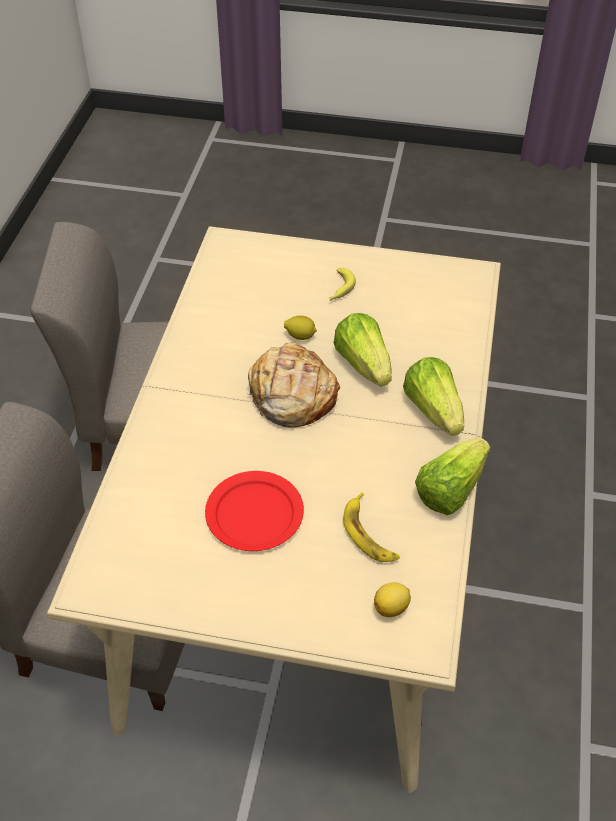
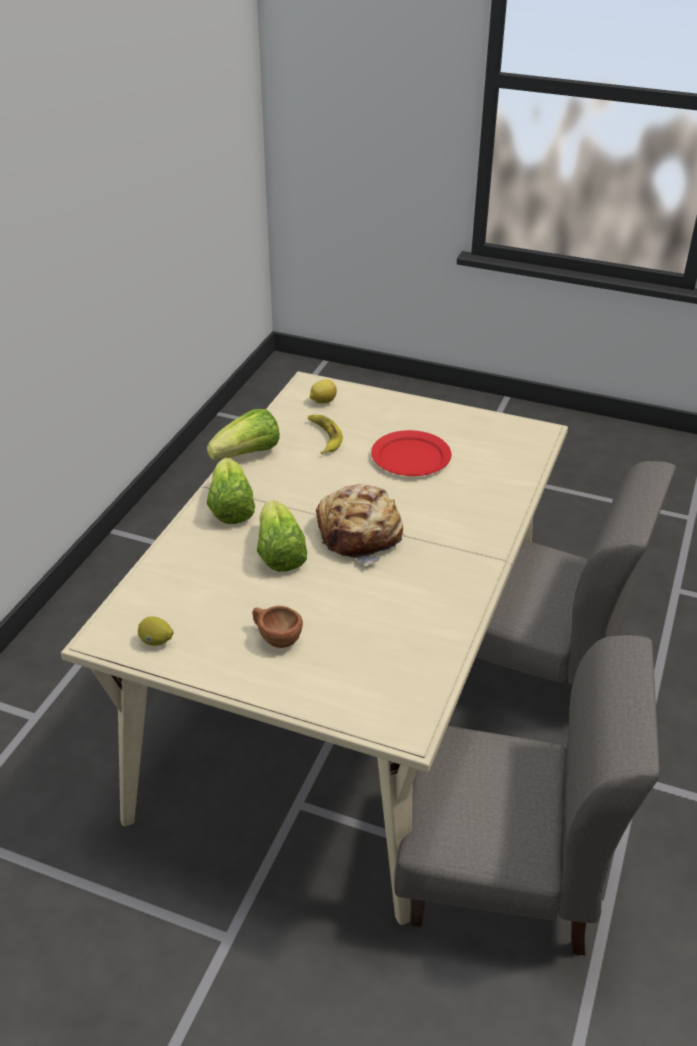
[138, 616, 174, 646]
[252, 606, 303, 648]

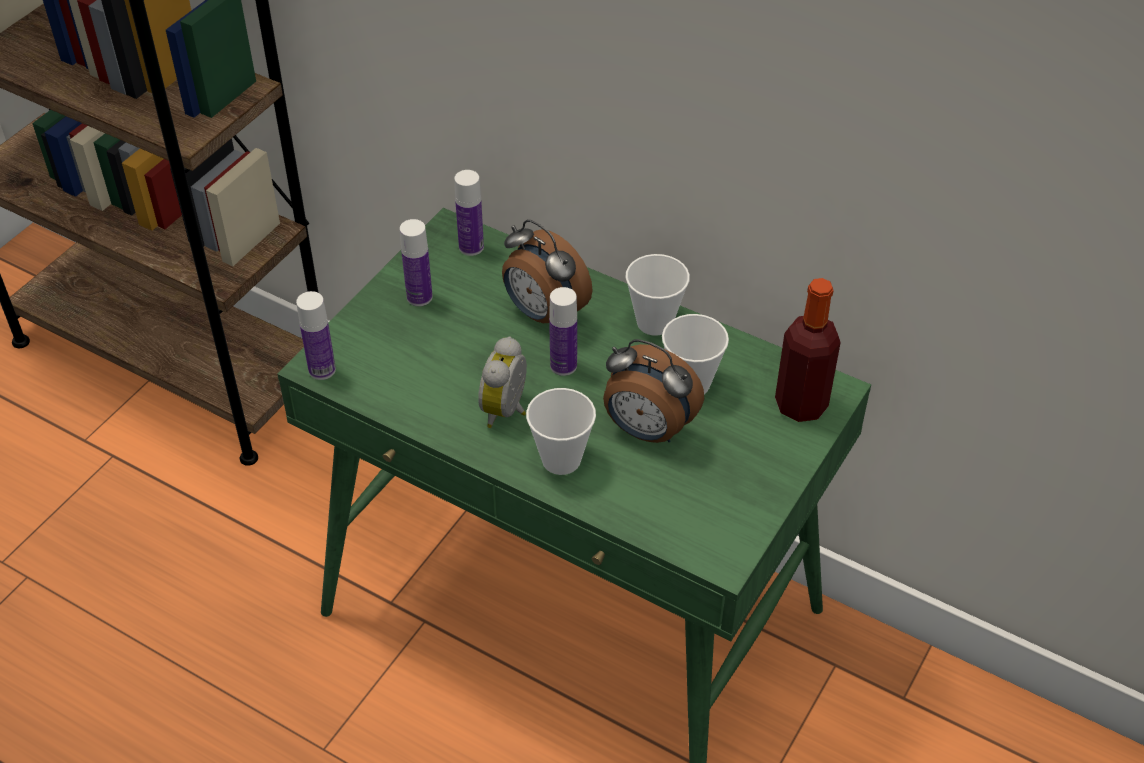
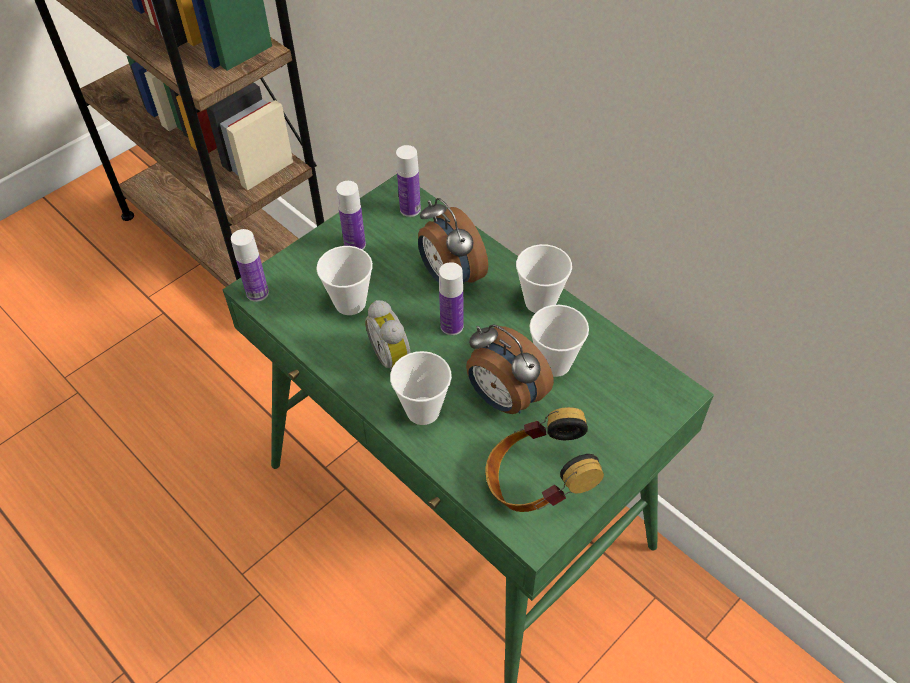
[316, 246, 373, 315]
[365, 300, 411, 370]
[485, 407, 604, 512]
[775, 278, 841, 422] (first image)

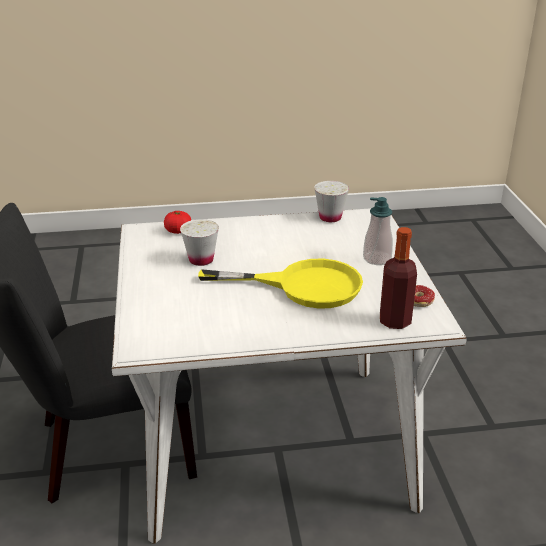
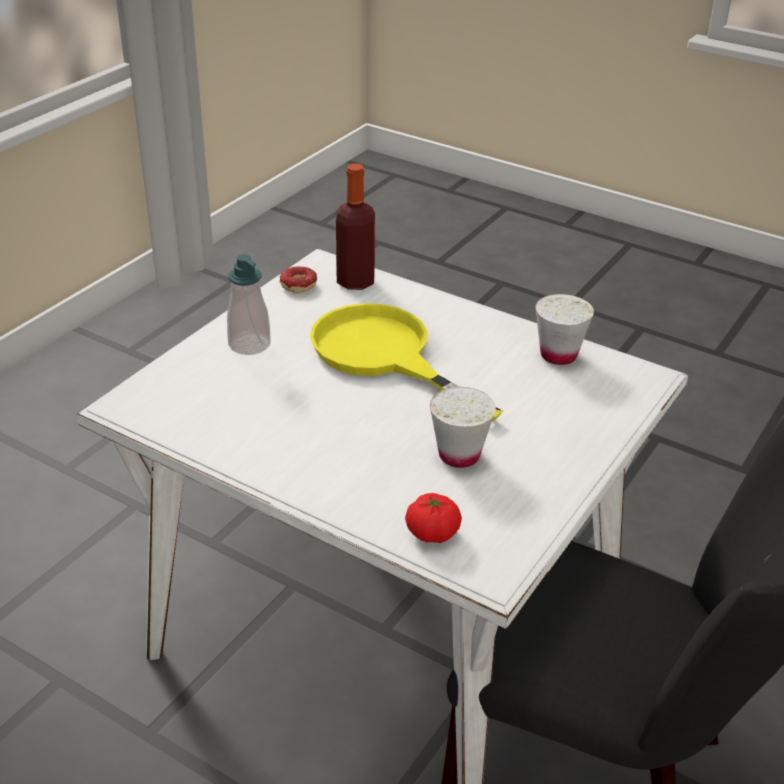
[535, 294, 594, 365]

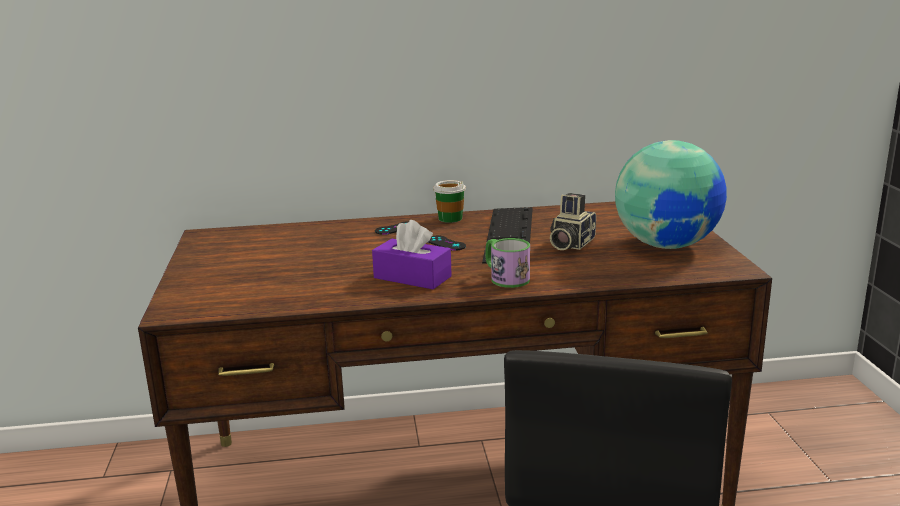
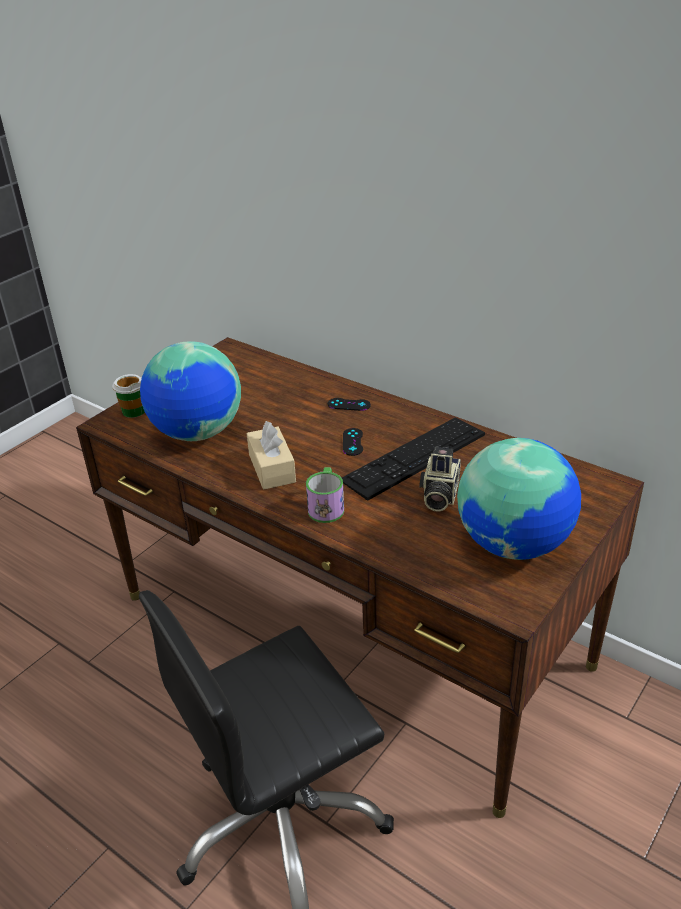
[112, 374, 145, 418]
[140, 341, 241, 441]
[247, 421, 296, 490]
[419, 446, 461, 512]

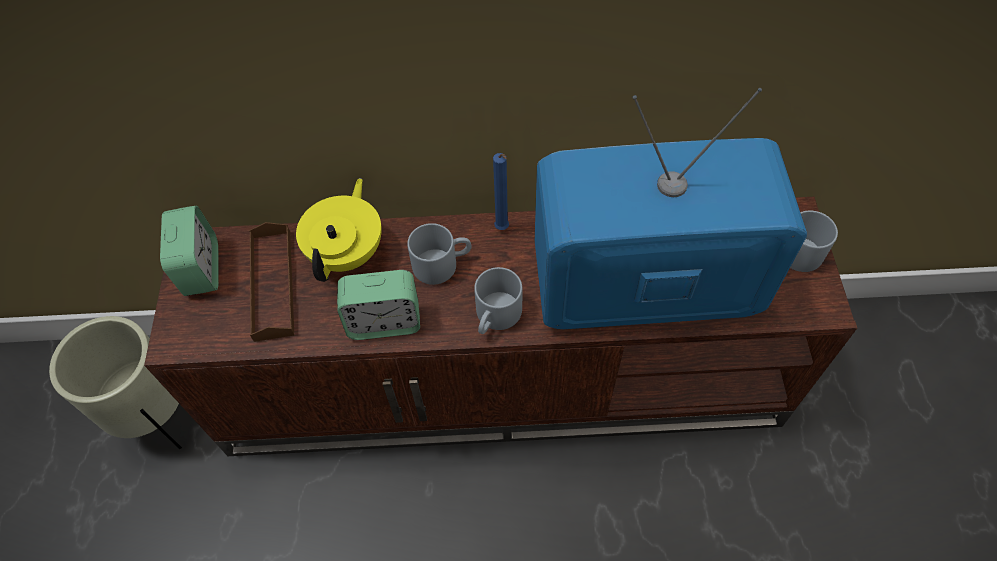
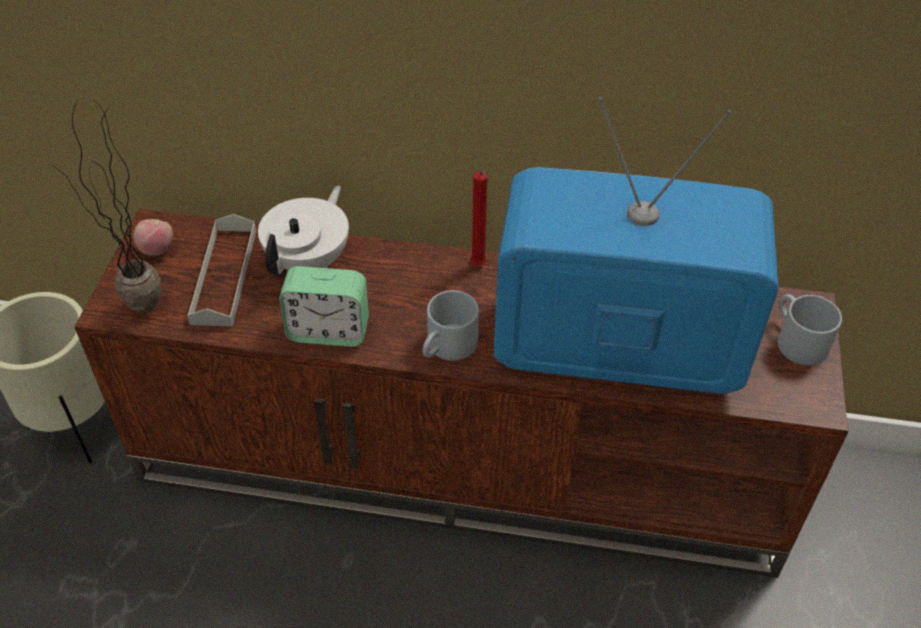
[55, 99, 161, 314]
[133, 219, 173, 256]
[187, 214, 256, 327]
[258, 186, 349, 277]
[470, 171, 488, 266]
[407, 223, 472, 285] (first image)

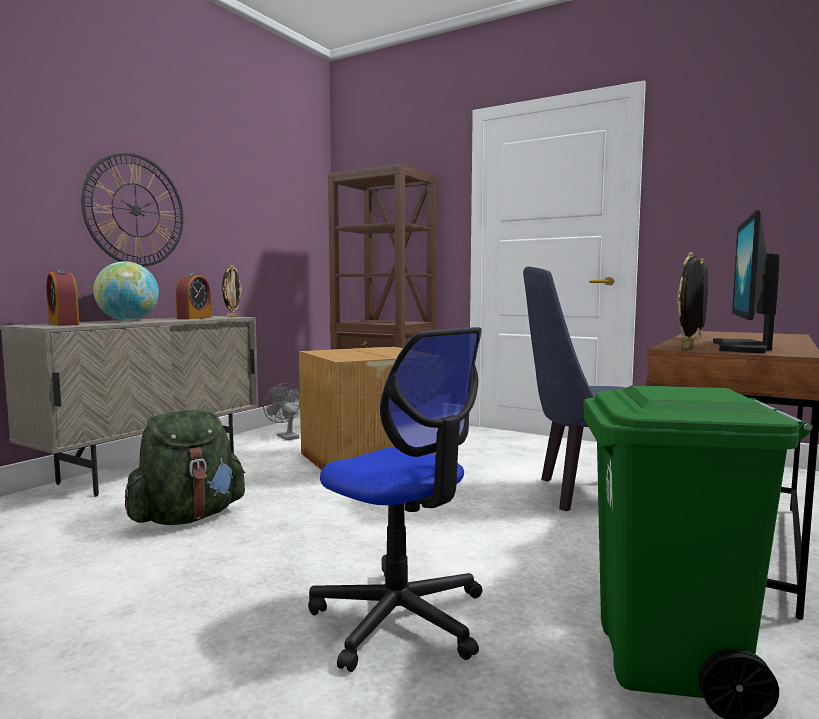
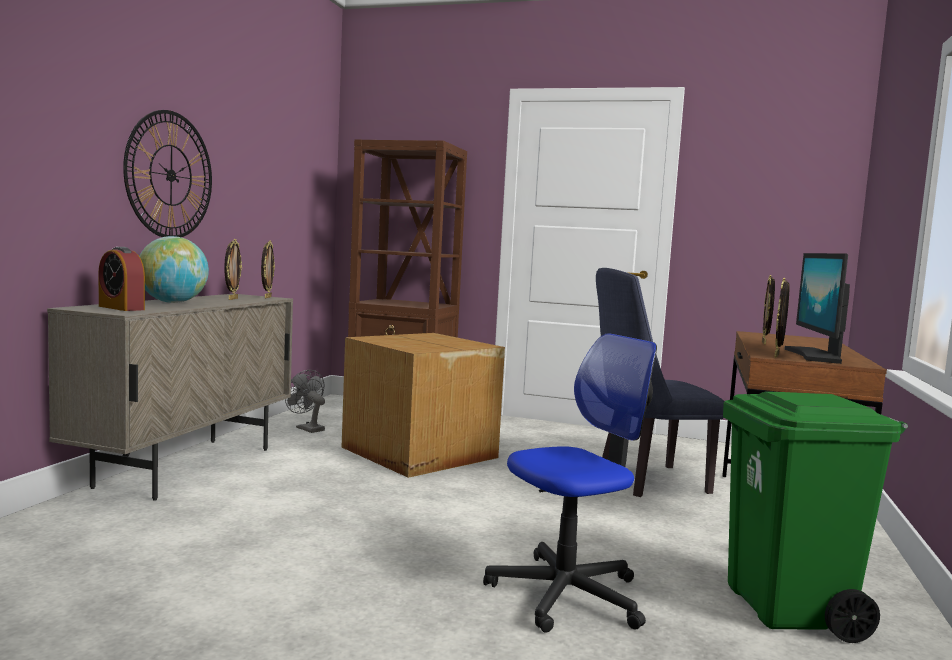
[224, 239, 242, 300]
[483, 333, 657, 633]
[125, 410, 245, 525] (first image)

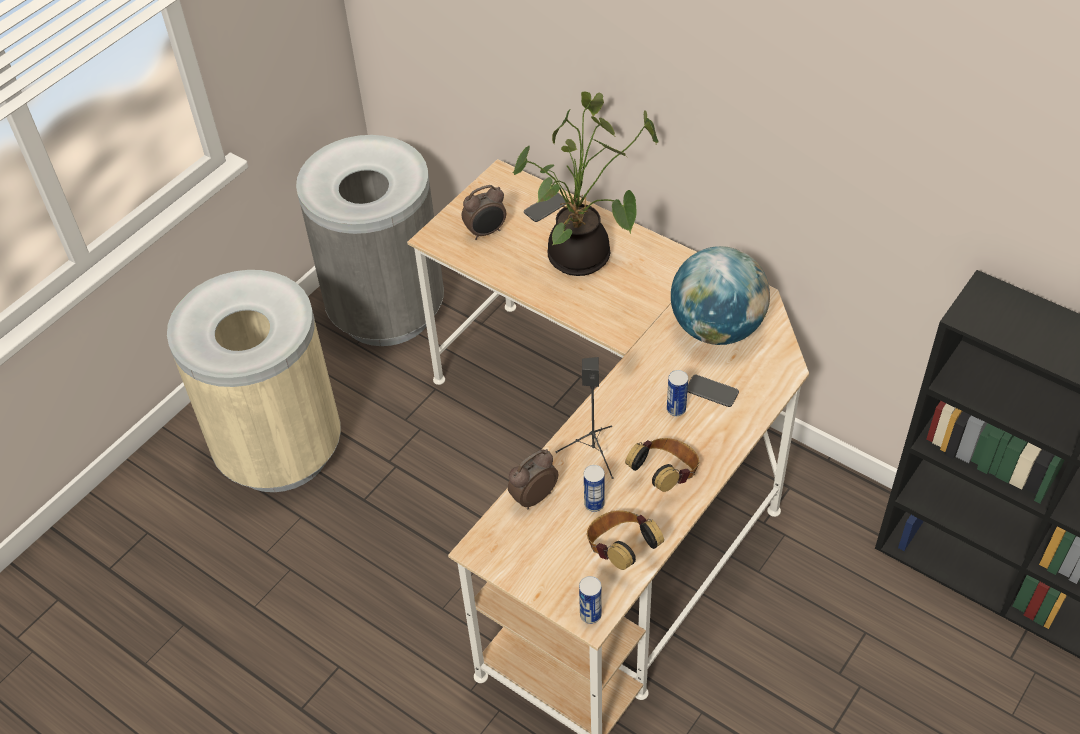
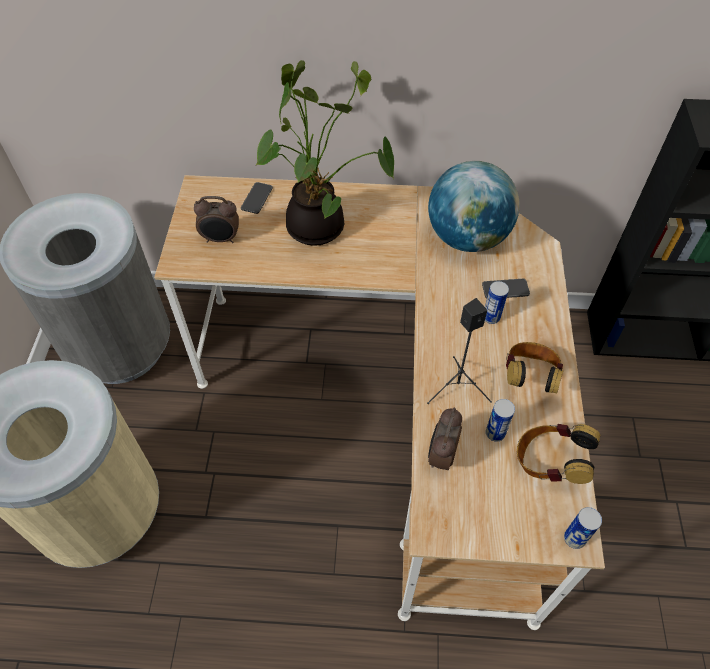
[194, 196, 239, 243]

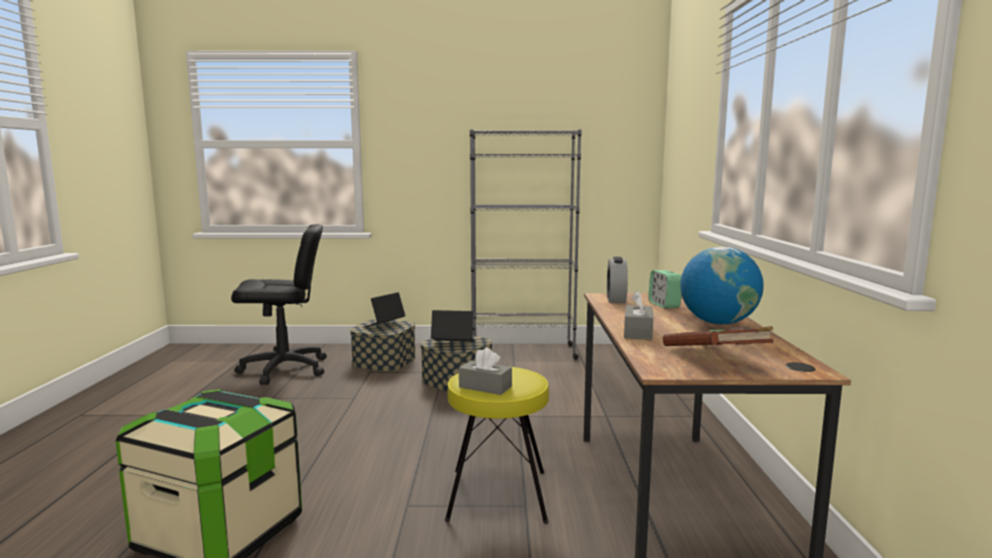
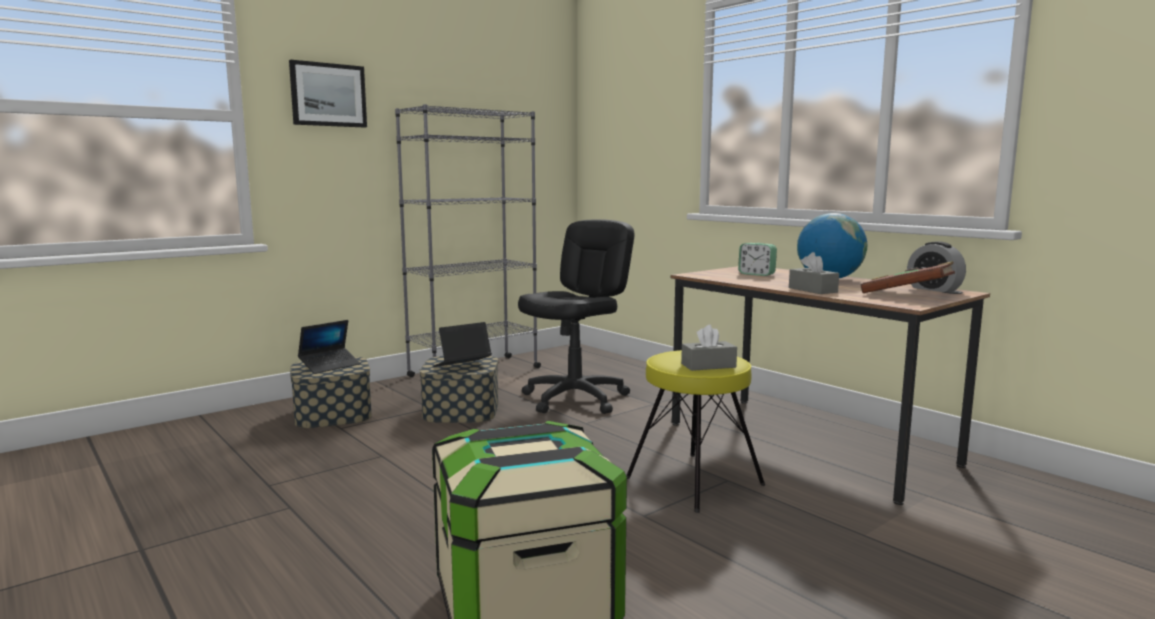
[289, 60, 367, 128]
[298, 320, 360, 374]
[518, 219, 634, 414]
[907, 241, 966, 292]

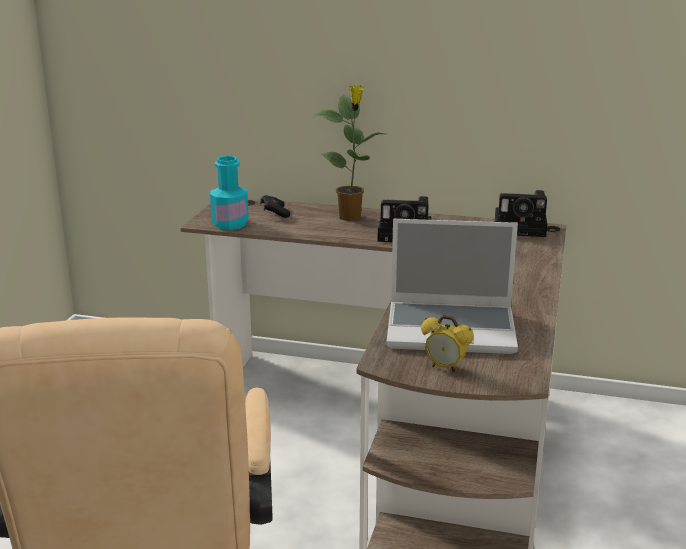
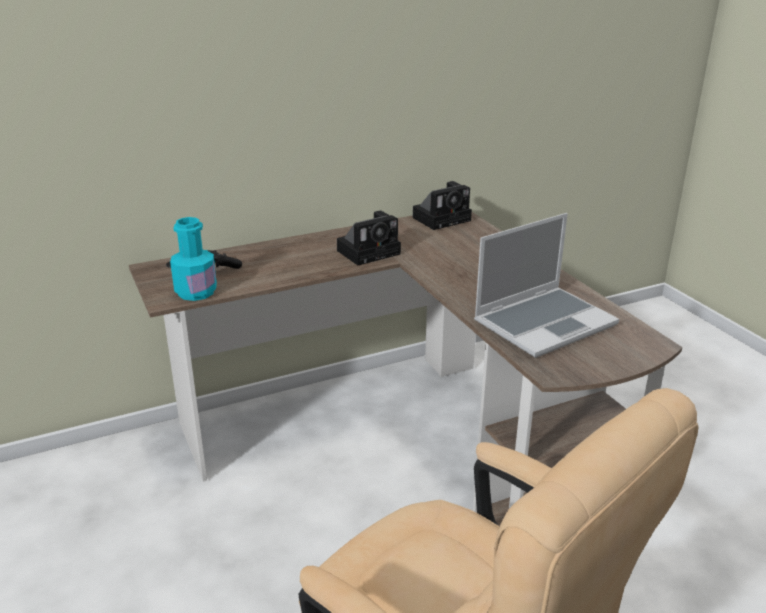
[313, 85, 384, 221] (first image)
[421, 315, 474, 373] (first image)

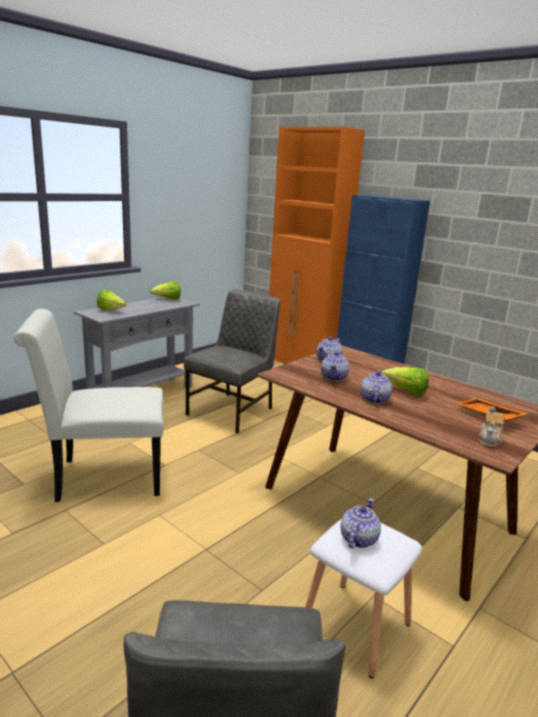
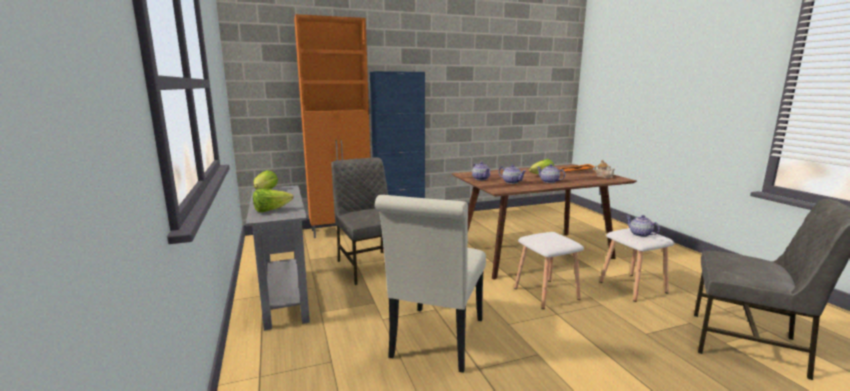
[514, 232, 584, 309]

